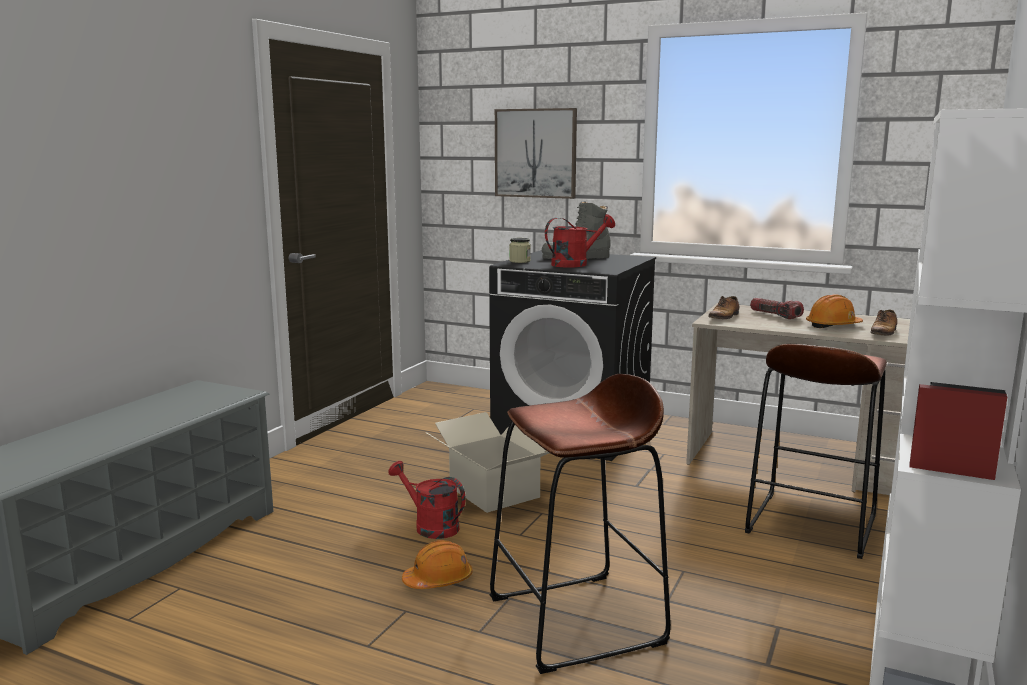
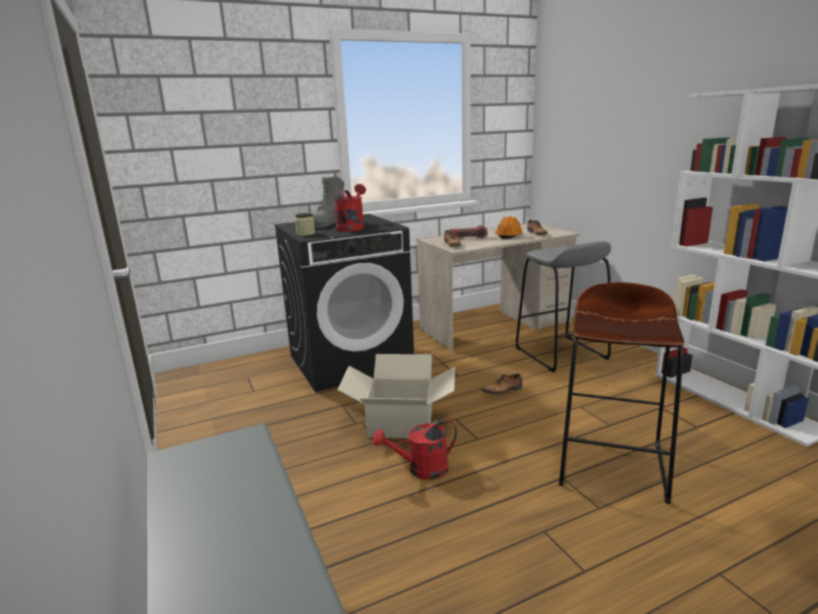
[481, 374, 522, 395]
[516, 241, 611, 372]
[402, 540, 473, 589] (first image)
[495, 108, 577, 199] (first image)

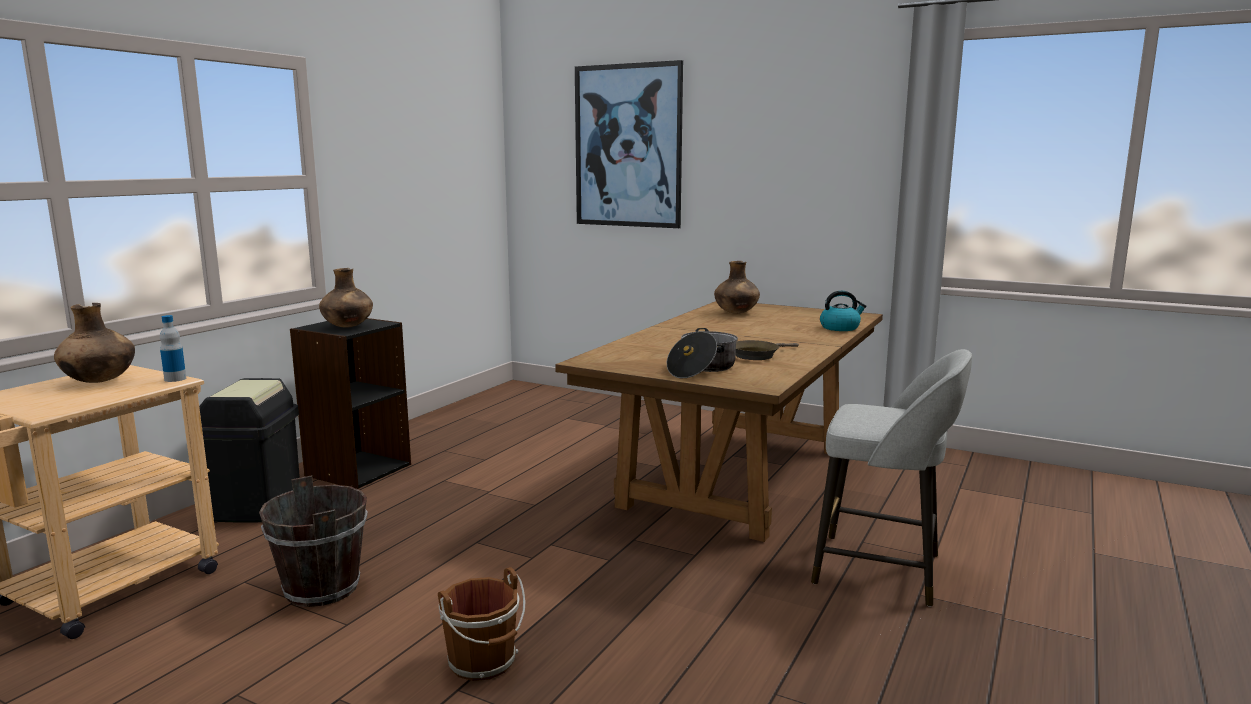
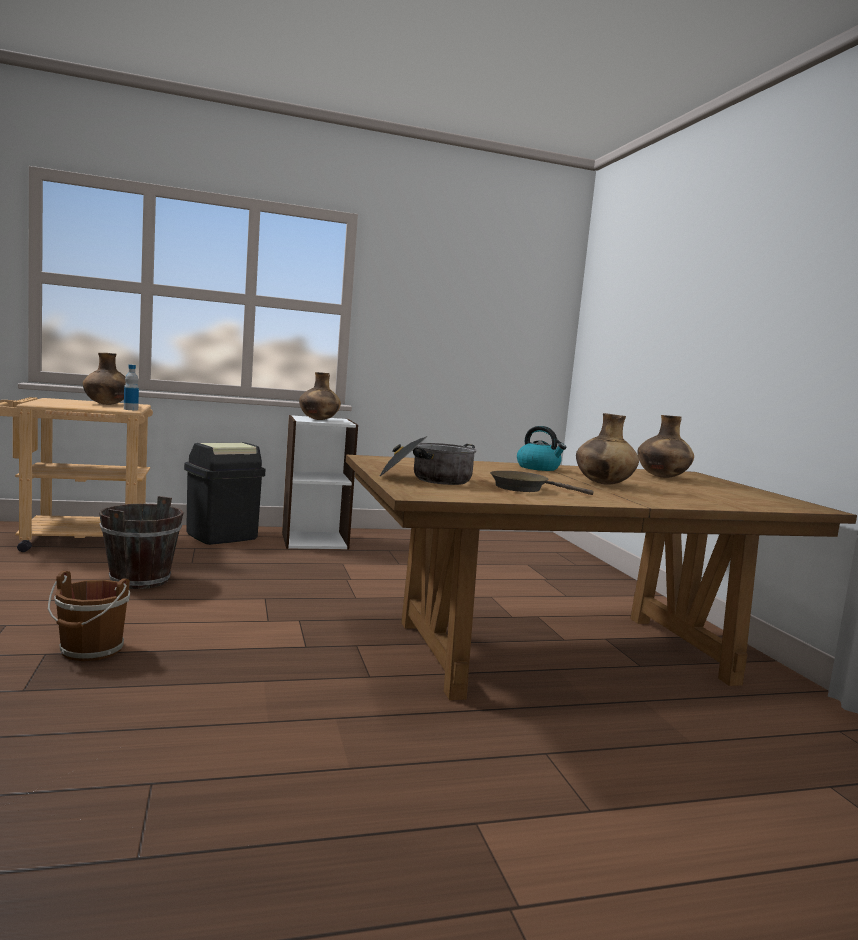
[282, 415, 358, 549]
[517, 426, 566, 471]
[576, 413, 639, 485]
[575, 60, 683, 228] (first image)
[811, 349, 972, 607] (first image)

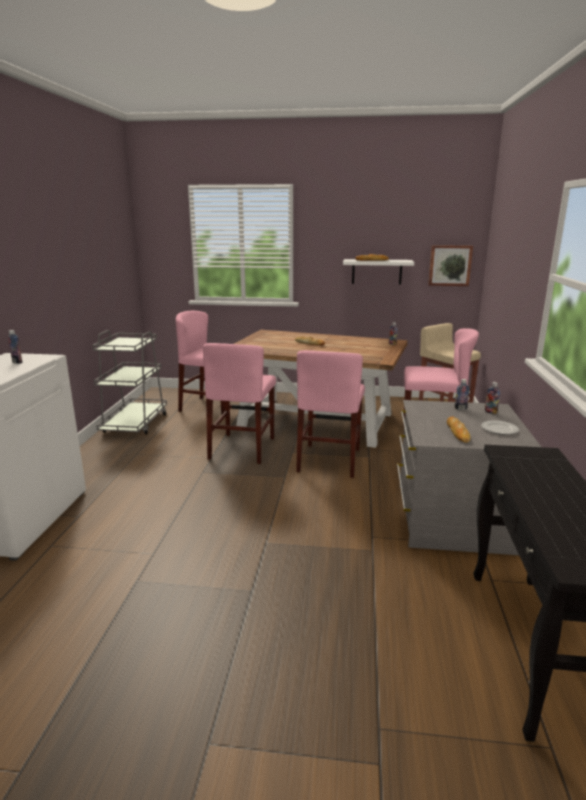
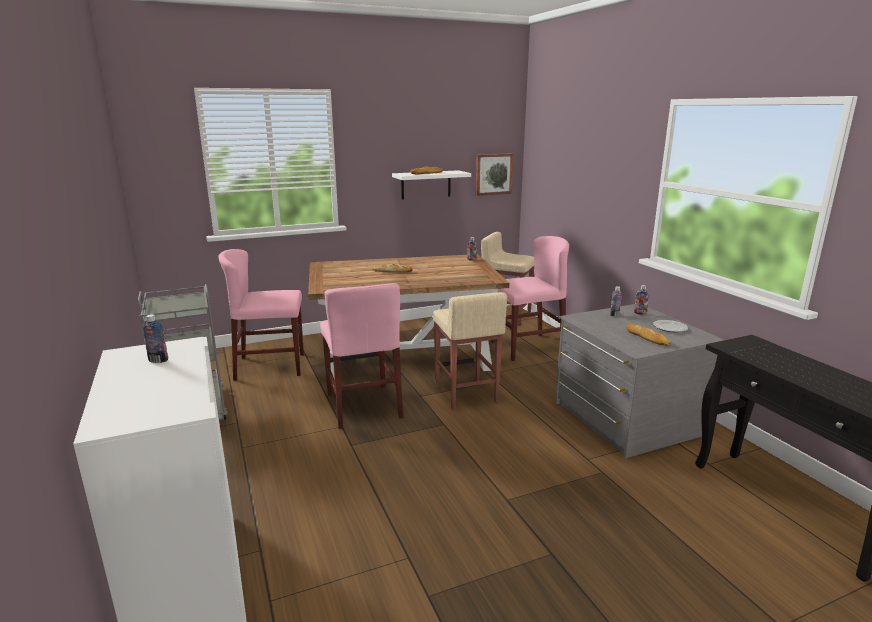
[433, 292, 507, 410]

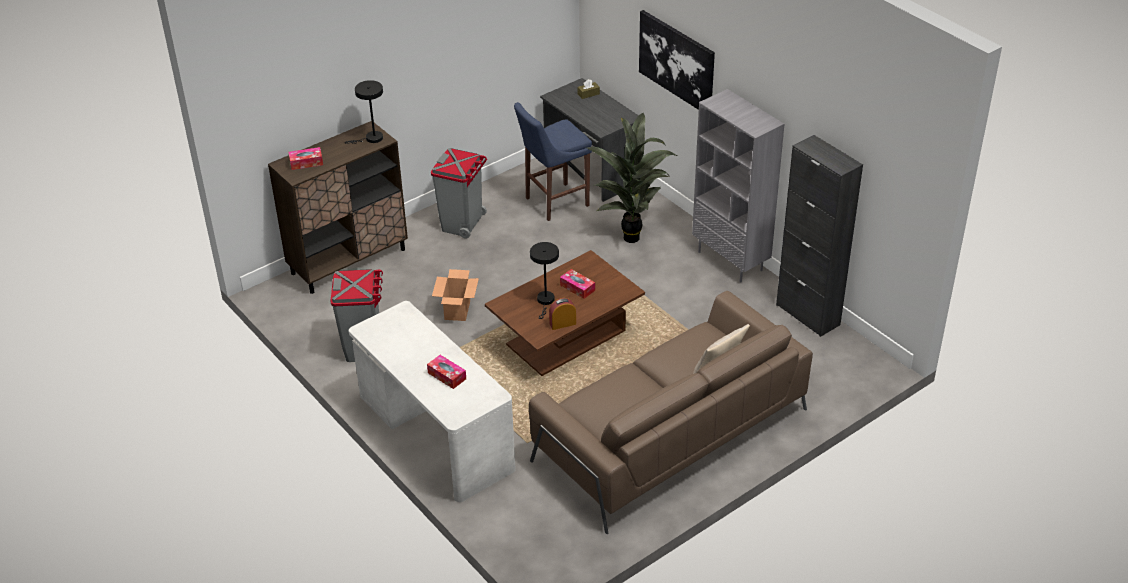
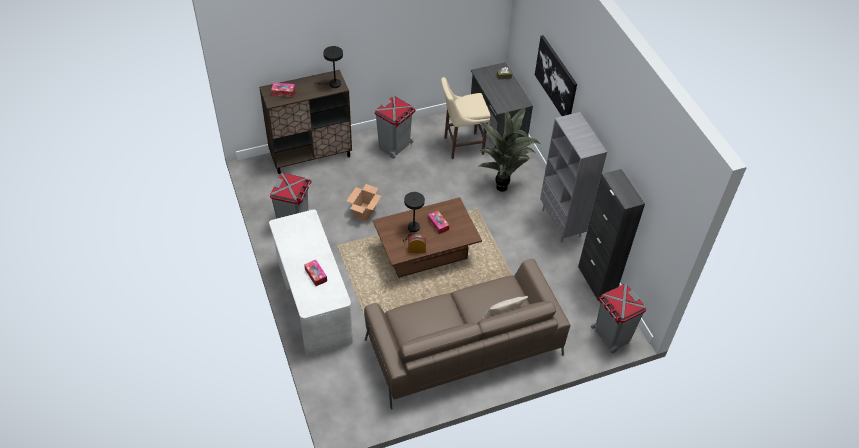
[441, 77, 490, 159]
[591, 284, 646, 353]

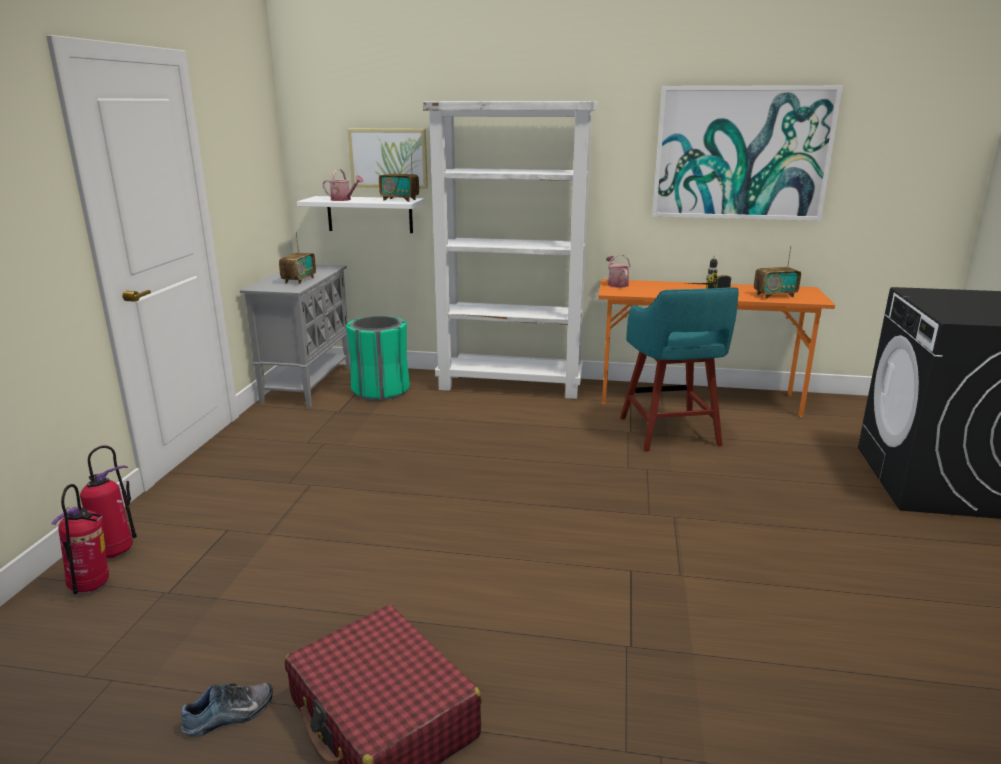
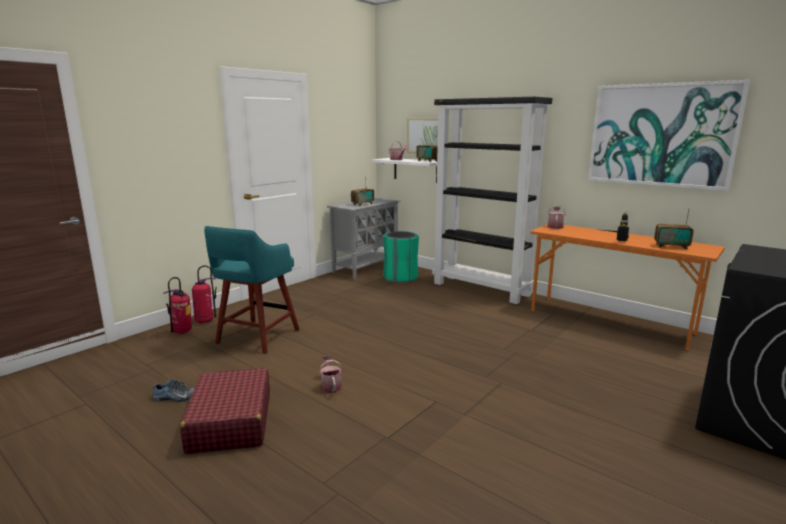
[204, 226, 300, 354]
[319, 355, 342, 393]
[432, 97, 552, 304]

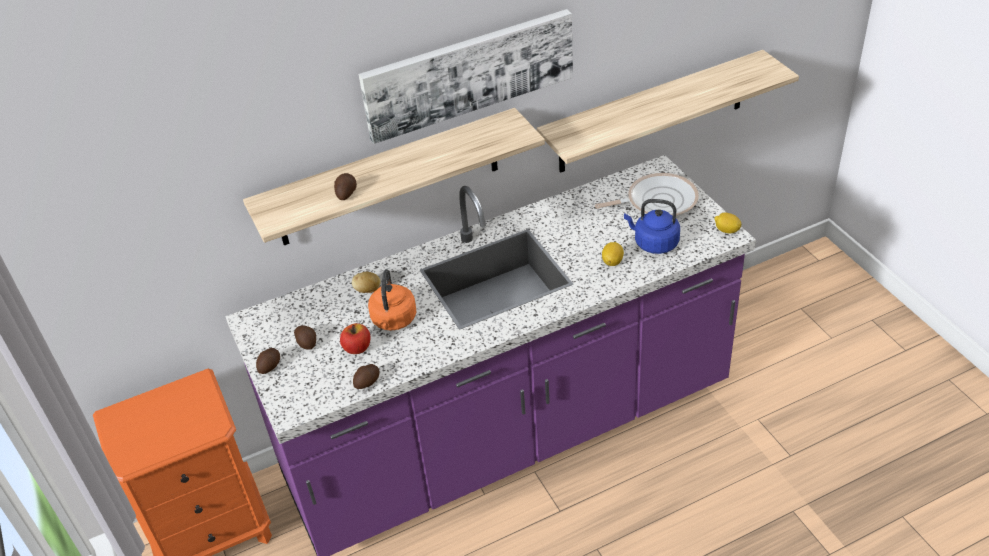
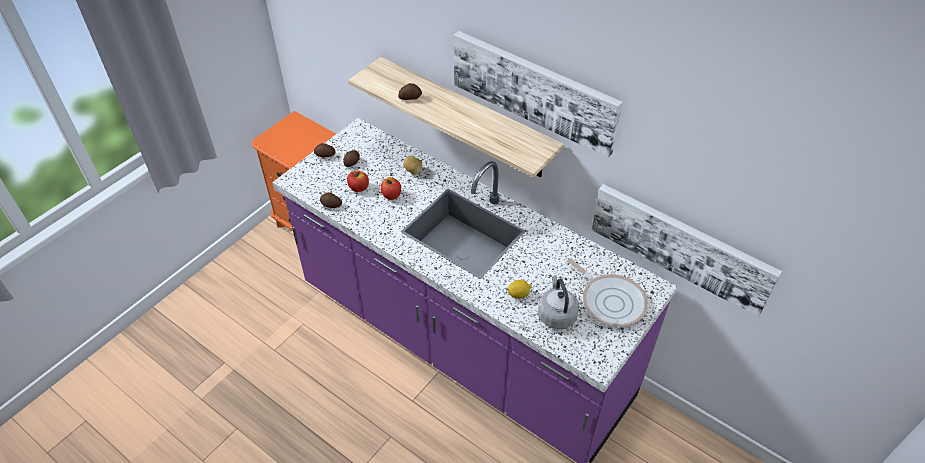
[381, 177, 401, 200]
[538, 275, 579, 329]
[591, 184, 782, 317]
[714, 213, 741, 234] (first image)

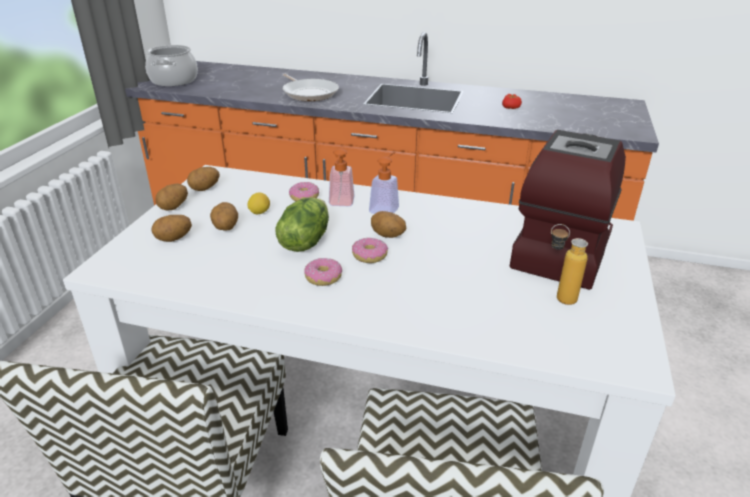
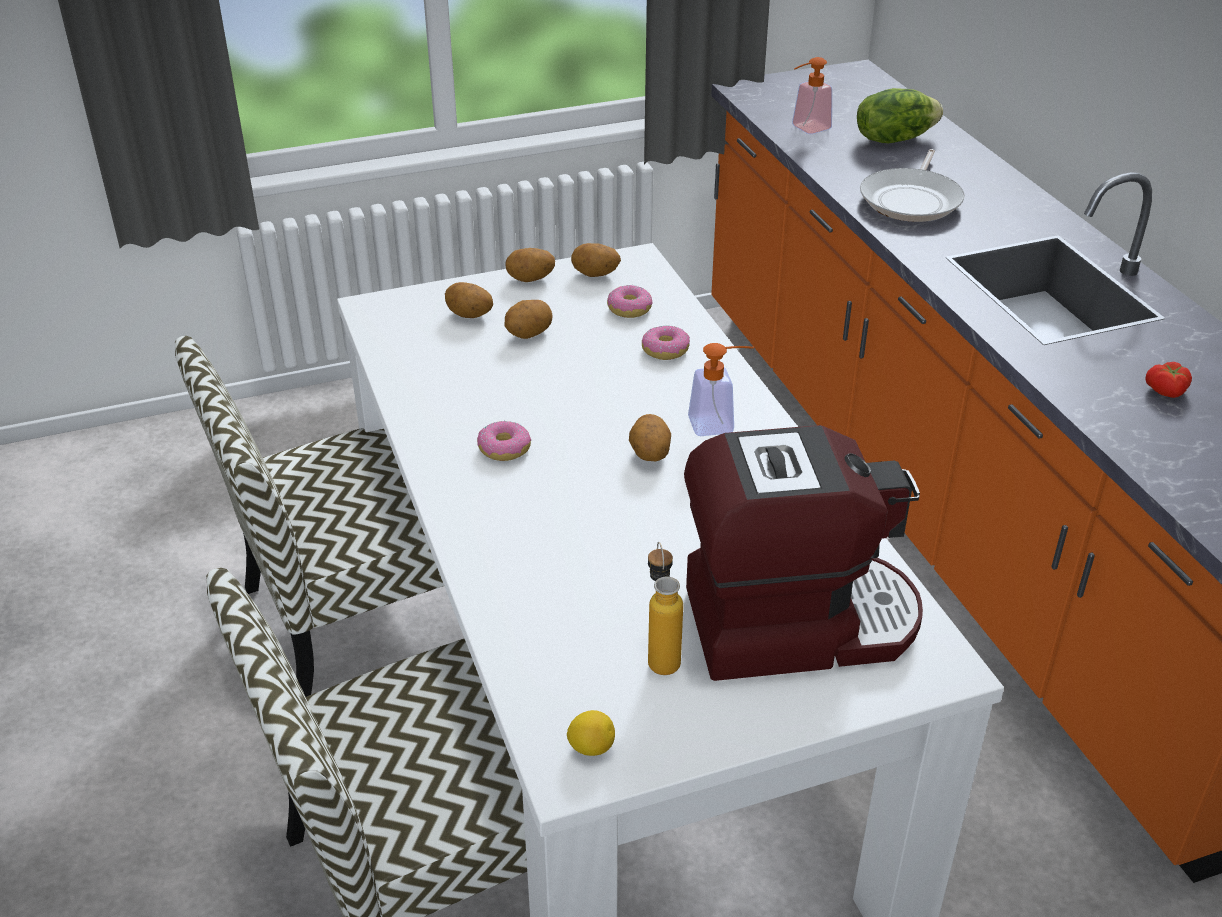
[567, 710, 615, 756]
[607, 285, 652, 318]
[792, 57, 832, 134]
[857, 88, 943, 143]
[145, 45, 198, 86] (first image)

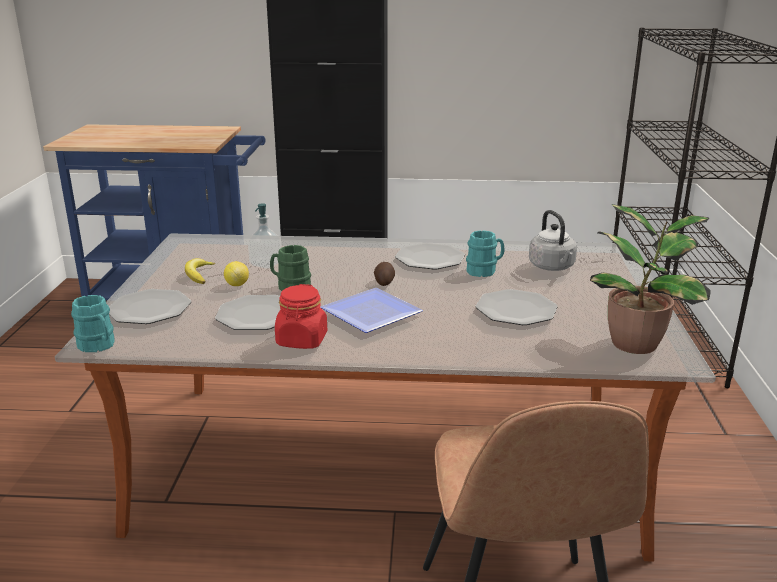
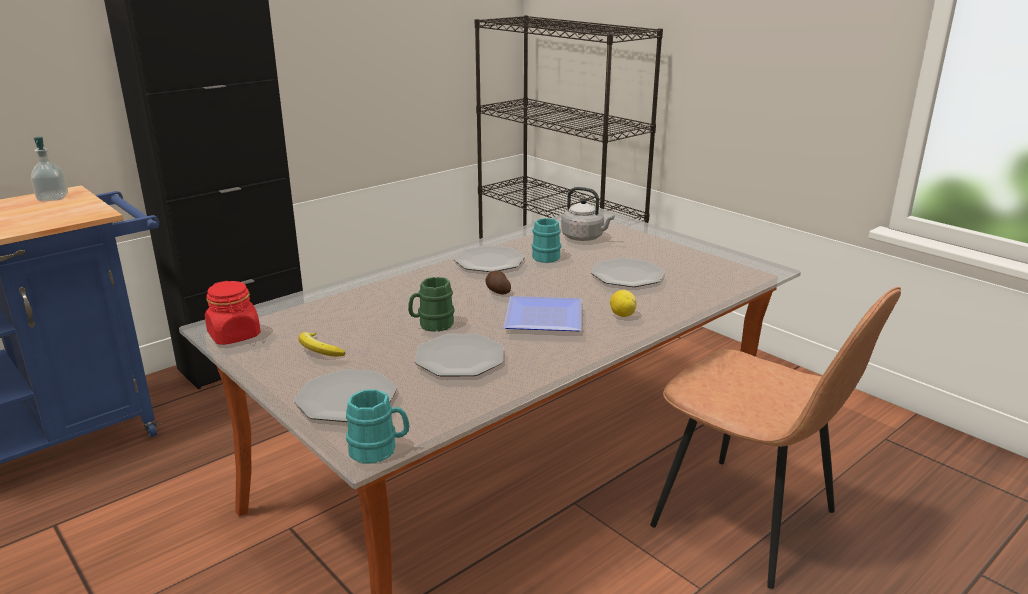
[31, 137, 68, 202]
[205, 281, 261, 345]
[610, 290, 637, 317]
[590, 204, 711, 354] (first image)

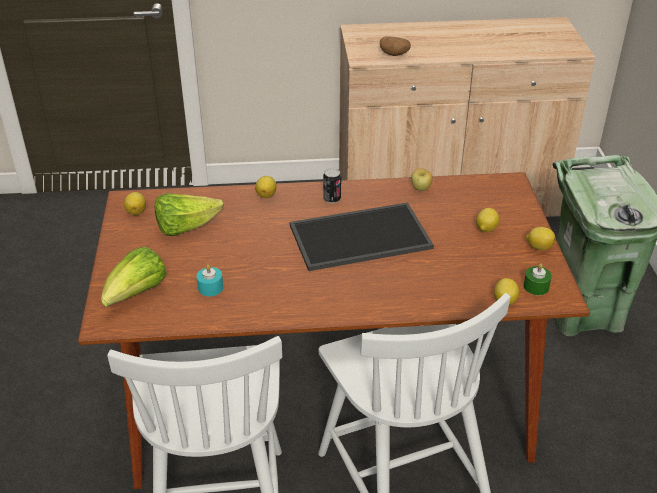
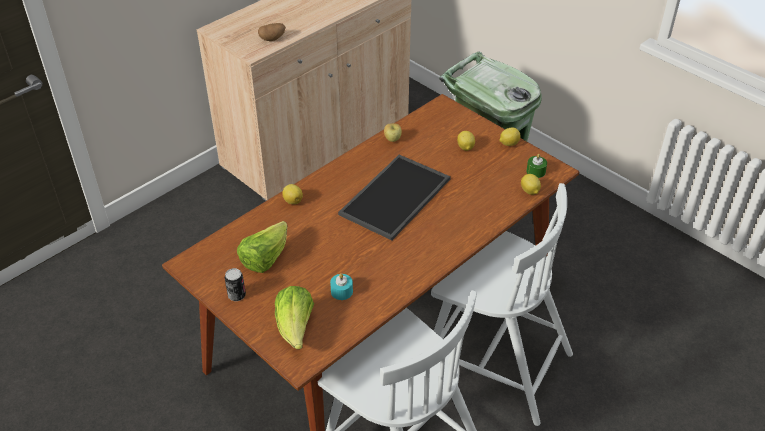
[225, 268, 246, 301]
[124, 192, 146, 215] (first image)

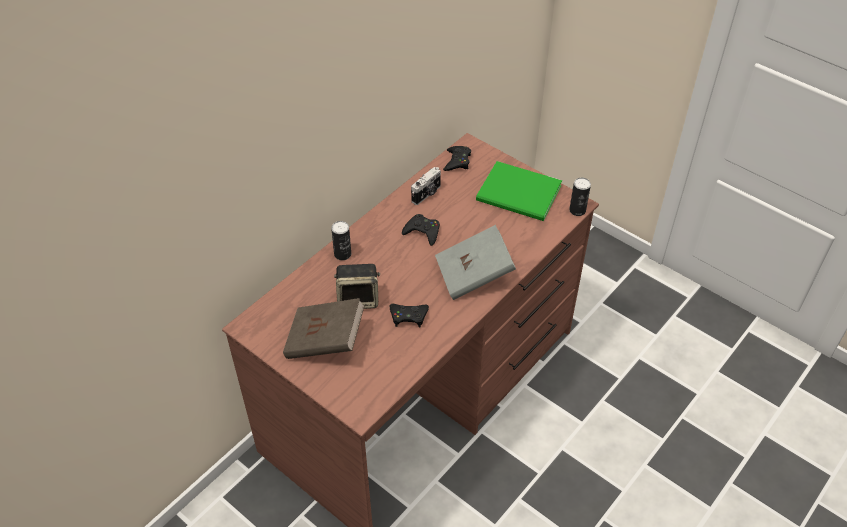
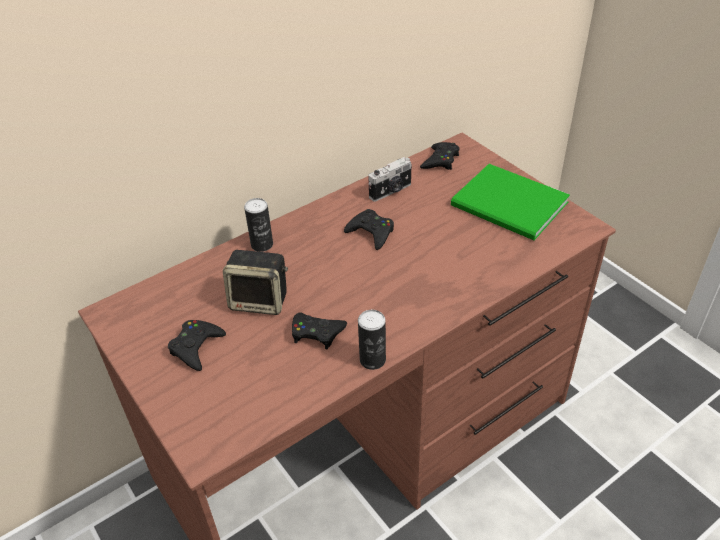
[168, 320, 226, 371]
[358, 310, 386, 370]
[435, 225, 516, 300] (first image)

